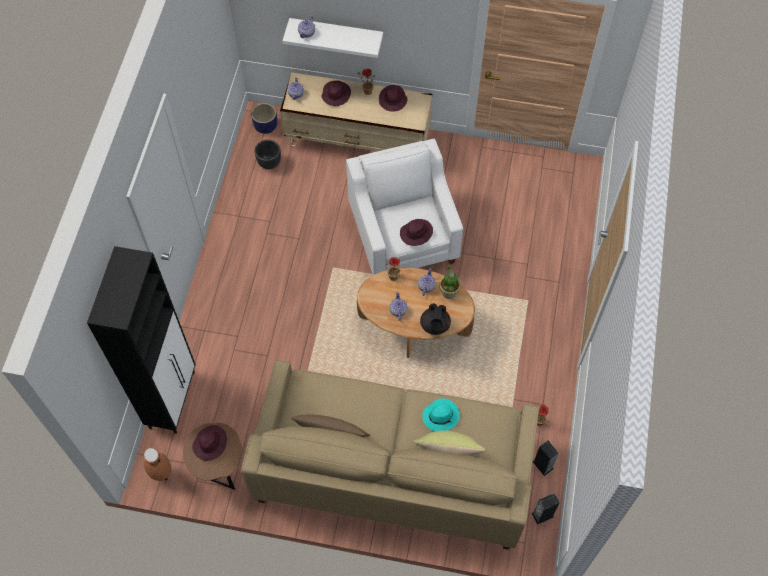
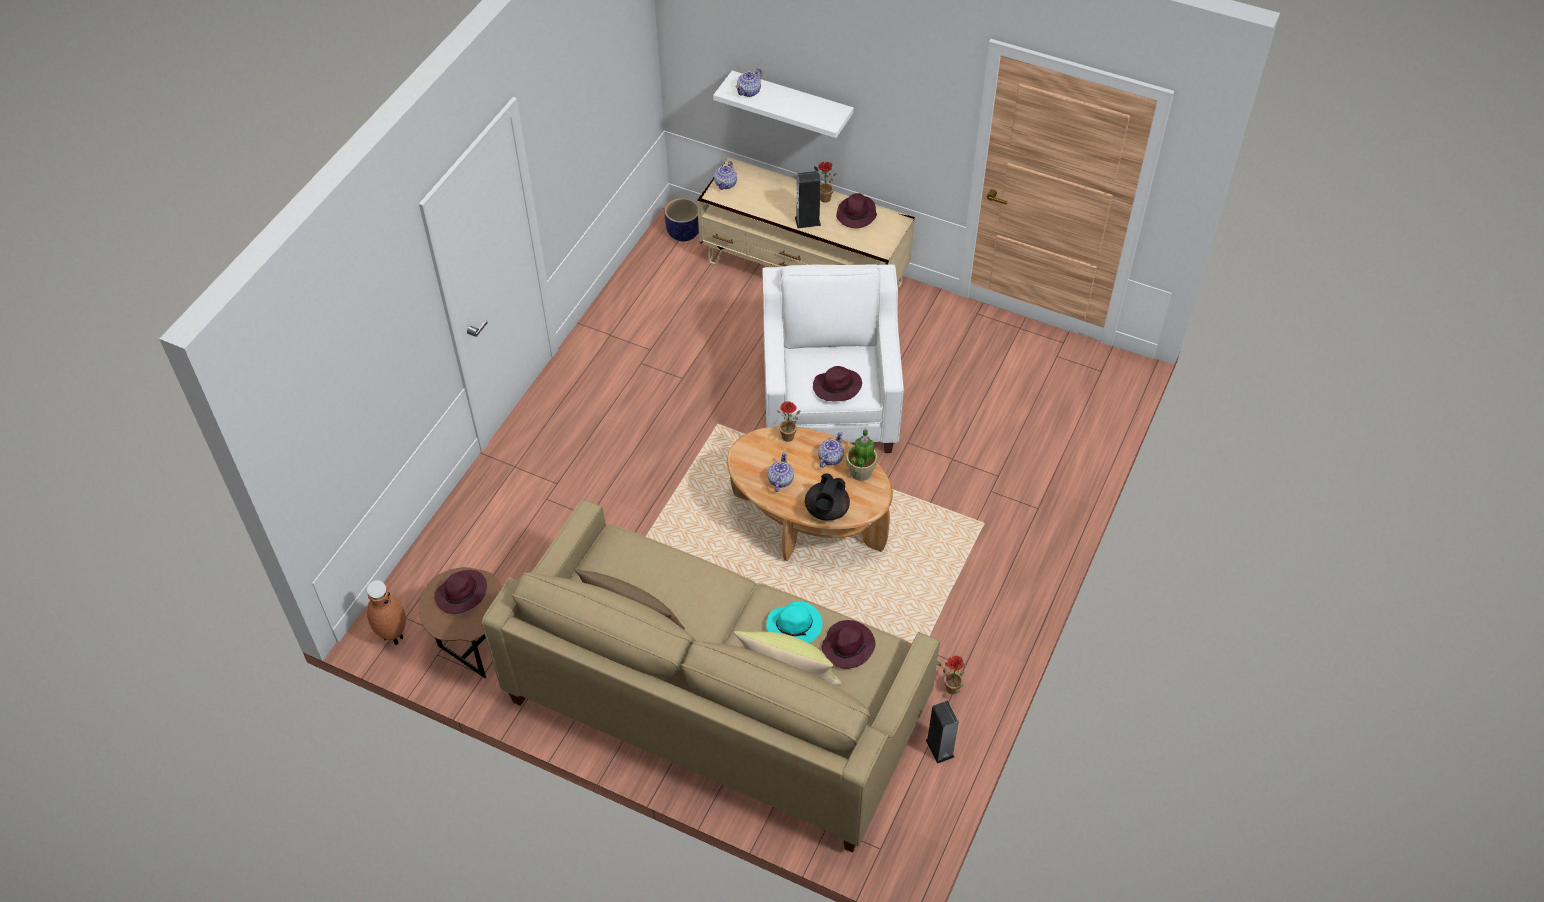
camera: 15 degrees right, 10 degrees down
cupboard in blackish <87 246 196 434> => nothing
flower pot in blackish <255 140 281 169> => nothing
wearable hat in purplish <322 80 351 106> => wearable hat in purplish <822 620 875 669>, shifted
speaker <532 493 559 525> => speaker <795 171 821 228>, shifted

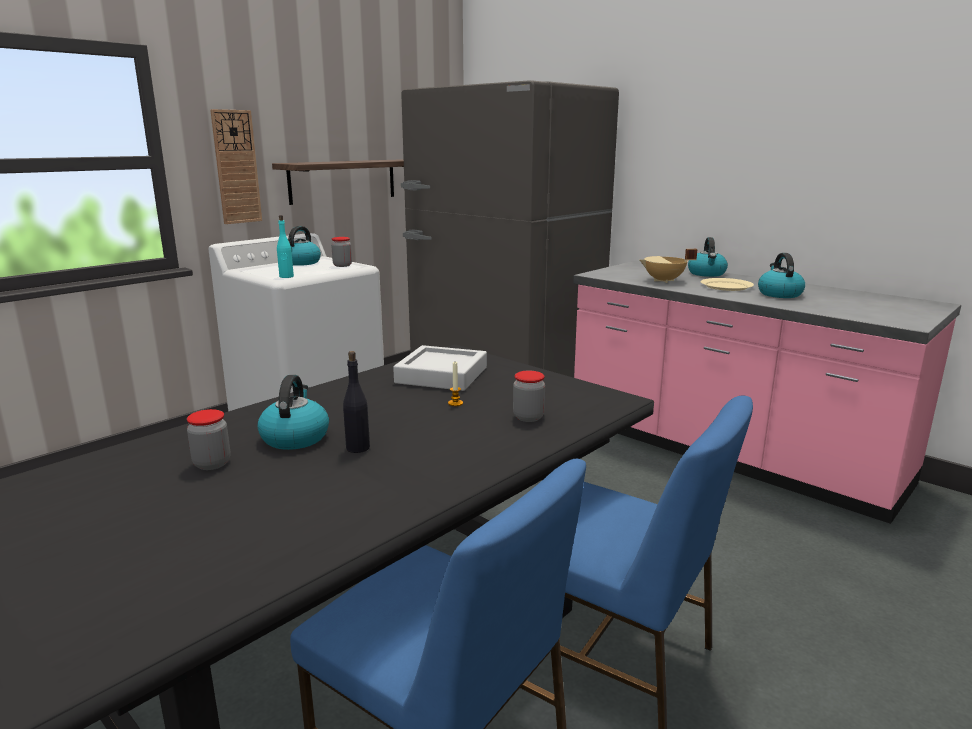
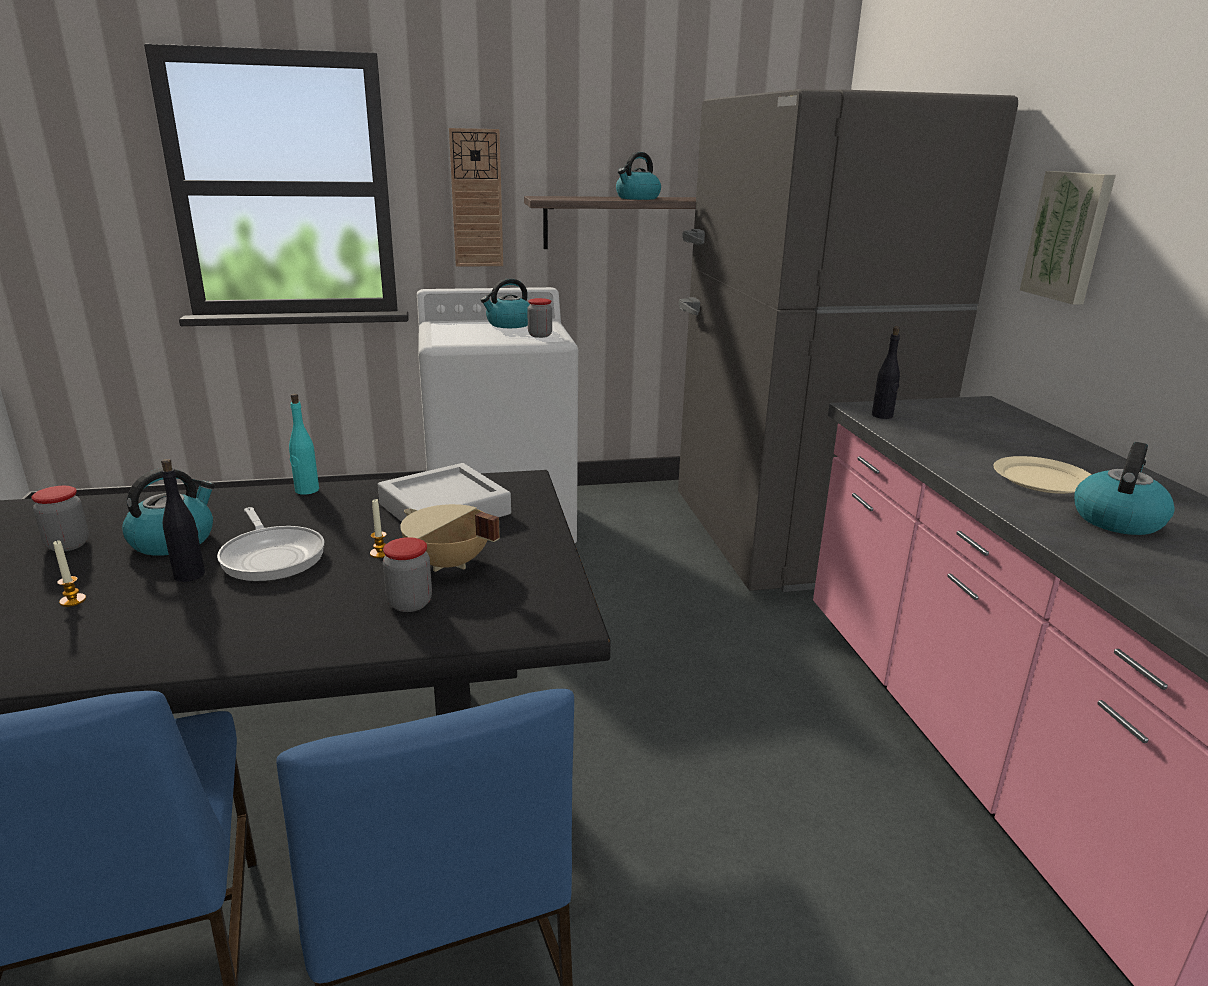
camera: 35 degrees right, 5 degrees up
beverage bottle in turquoise <277 215 294 278> => beverage bottle in turquoise <289 394 319 495>, shifted
stockpot in beige-coloured <639 249 698 283> => stockpot in beige-coloured <400 504 500 572>, shifted
water kettle <688 237 728 277> => water kettle <616 152 661 200>, shifted
nothing => candle <53 540 86 607>
nothing => skillet <217 507 324 581>
nothing => beverage bottle in blackish <872 326 900 419>
nothing => wall picture <1020 171 1116 305>

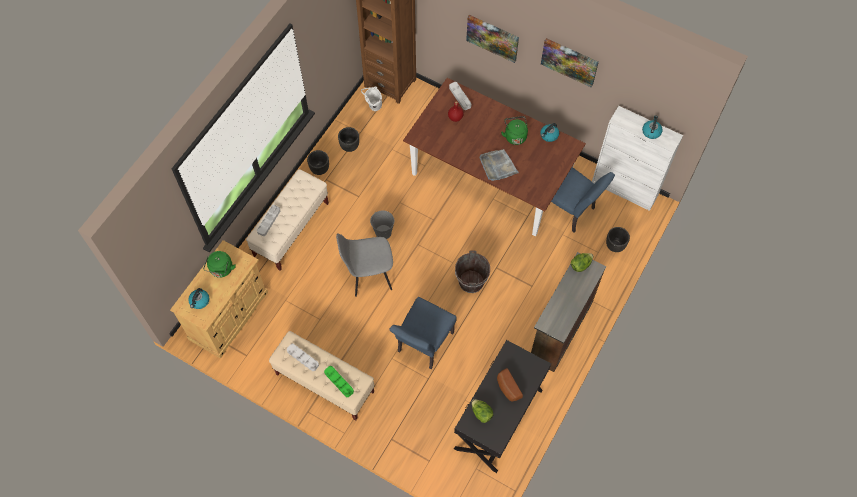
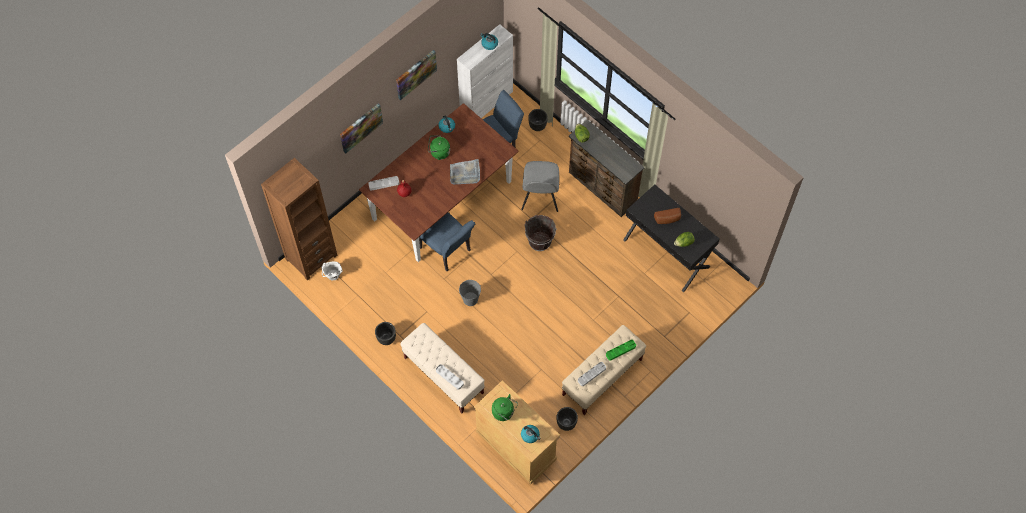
camera: 75 degrees left, 0 degrees up
chair in gray <336 233 393 297> => chair in gray <521 161 559 212>, shifted
flower pot in blackish <338 127 359 152> => flower pot in blackish <557 407 578 431>, shifted
chair in blue-coloured <389 297 456 369> => chair in blue-coloured <419 212 476 271>, shifted

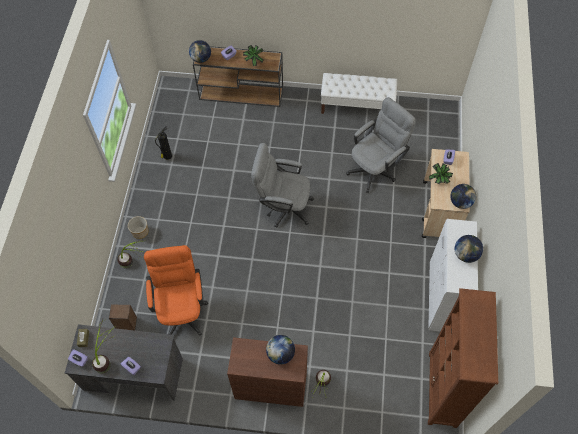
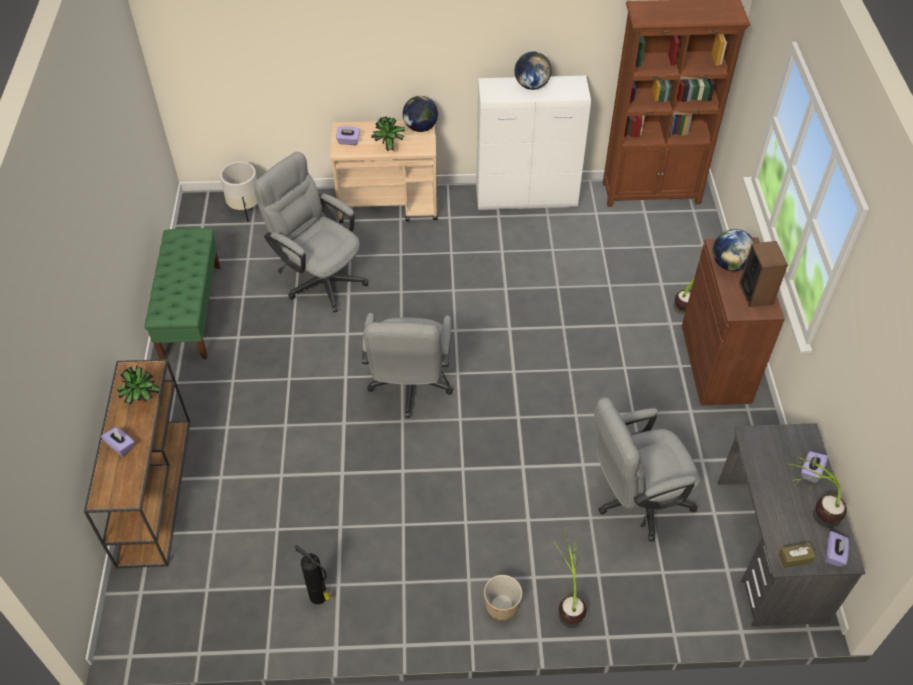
camera: 100 degrees left, 10 degrees down
speaker <109 305 137 331> => speaker <739 241 788 307>, shifted
computer chair in orange-coloured <144 245 208 336> => computer chair in gray <594 397 700 541>
desk globe <189 40 211 63> => nothing
bench in white-coloured <321 73 397 114> => bench in greenish <145 228 221 360>
nothing => flower pot in white-coloured <220 162 258 222>

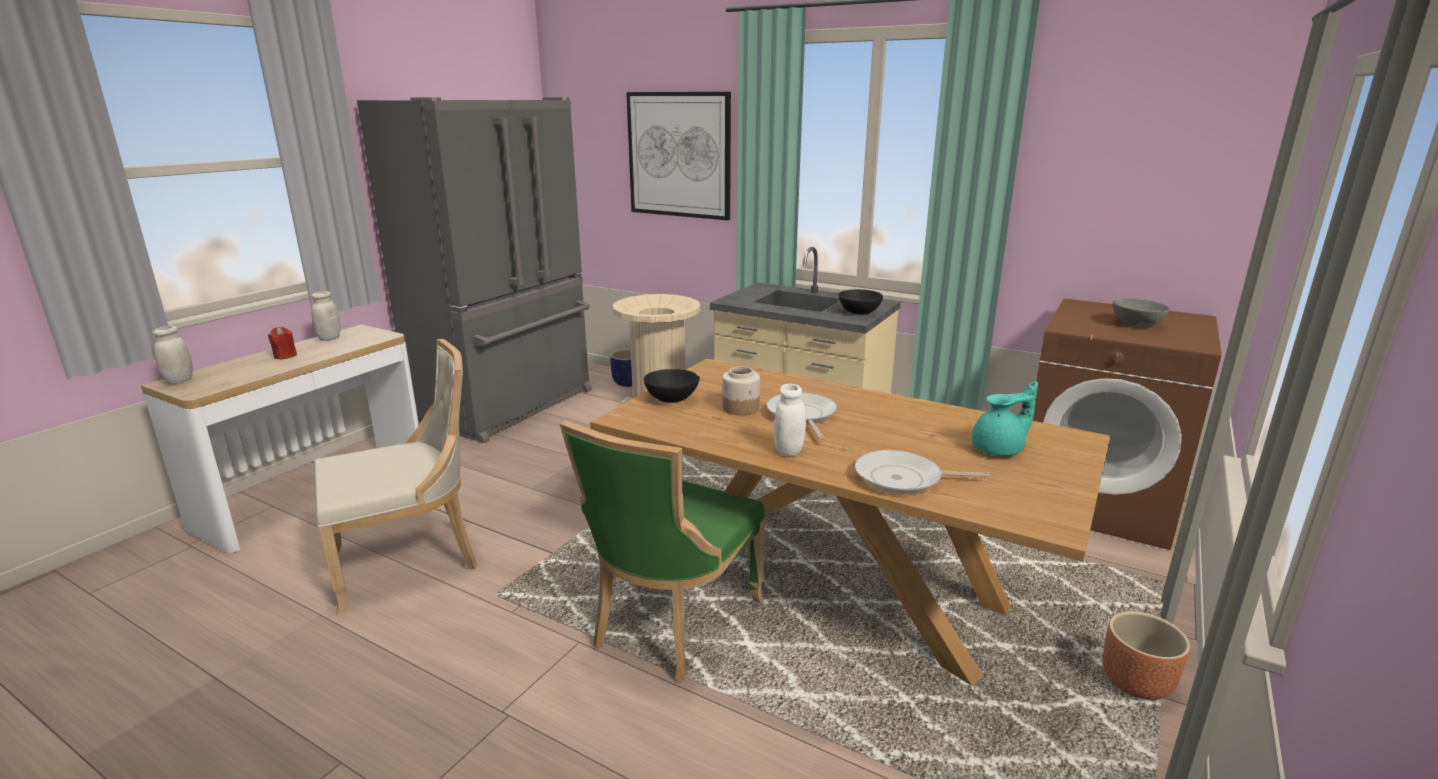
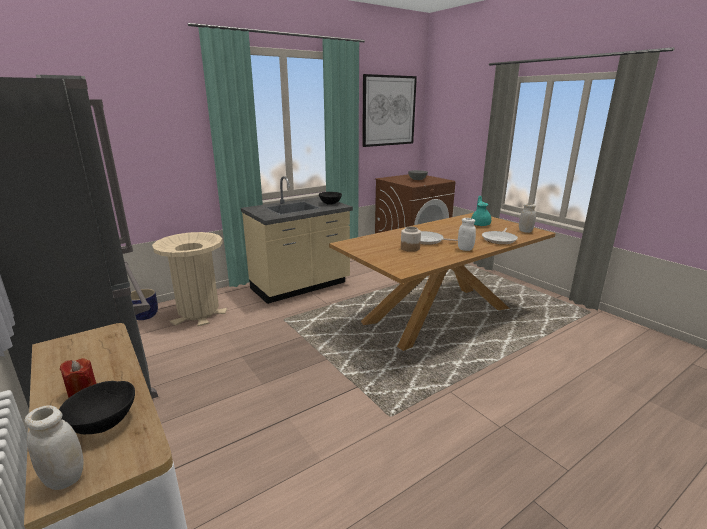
camera: 65 degrees left, 0 degrees up
preserve jar in white-coloured <311 291 341 341> => preserve jar in white-coloured <519 203 536 233>, shifted
chair in beige-coloured <314 339 478 614> => nothing
chair in greenish <560 420 765 682> => nothing
wall picture <626 92 731 220> => wall picture <362 74 417 147>, shifted
serving bowl in blackish <644 369 700 403> => serving bowl in blackish <59 381 135 434>, shifted
flower pot in brownish <1103 611 1190 700> => nothing

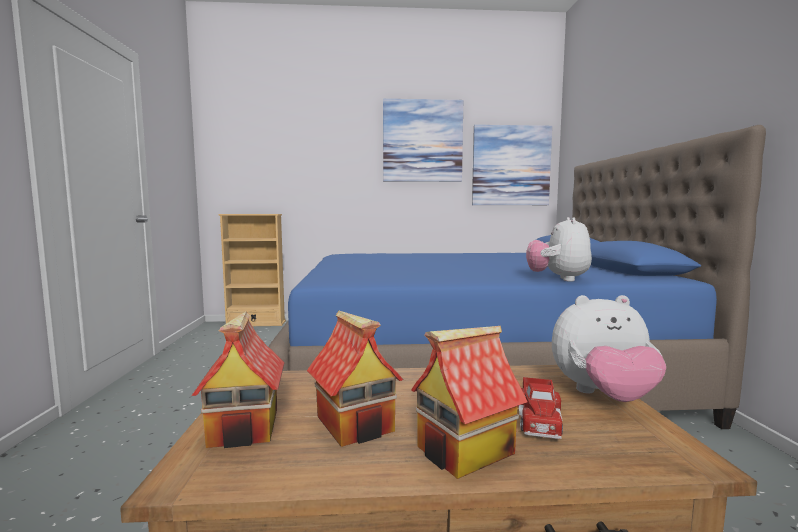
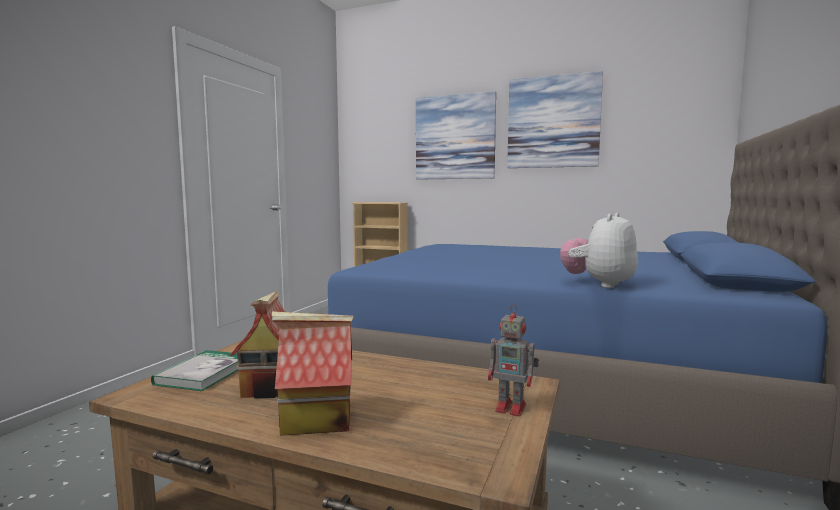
camera: 25 degrees right, 0 degrees up
model house <191 311 284 448> => book <151 350 238 391>
wall picture <472 125 552 205> => wall picture <416 91 496 180>, shifted
model truck <517 377 563 439> => nothing
soft toy <552 295 666 402> => model robot <488 304 539 417>

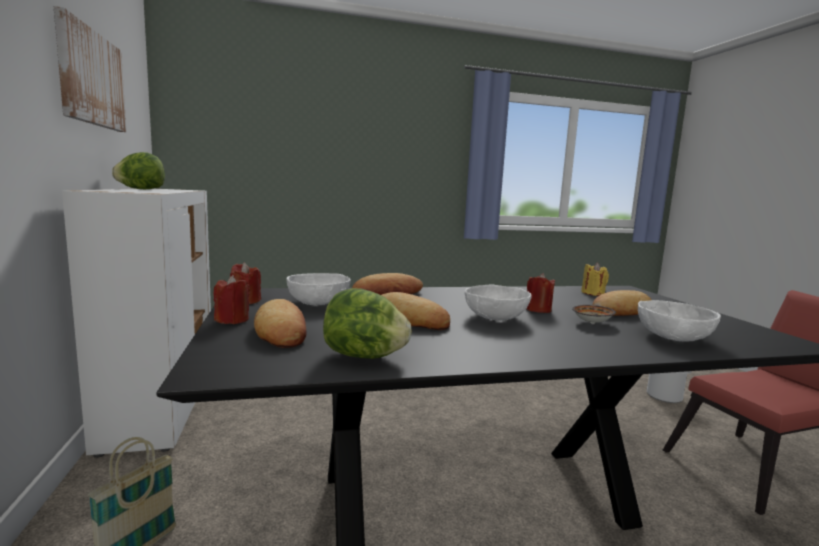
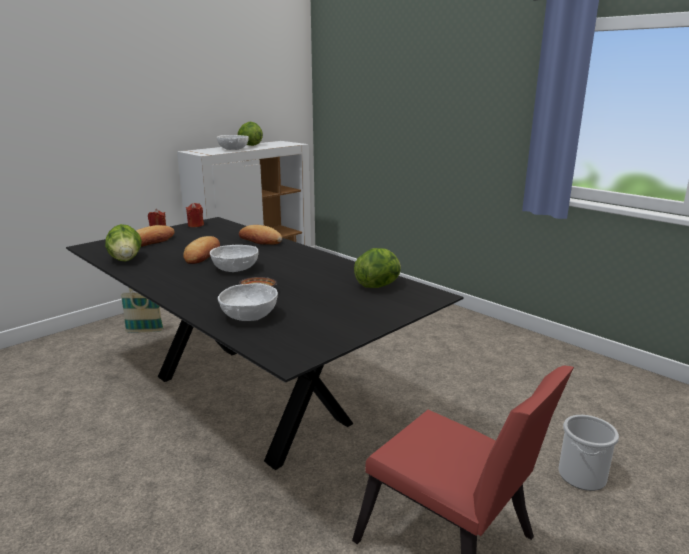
camera: 60 degrees right, 10 degrees up
wall picture <54 6 126 132> => nothing
serving bowl in white-coloured <286 273 351 305> => serving bowl in white-coloured <217 135 249 150>, shifted
candle in red <526 273 555 313> => nothing
candle in yellowish <581 263 609 296> => lettuce <354 248 401 288>
baked bread <593 290 652 316> => nothing

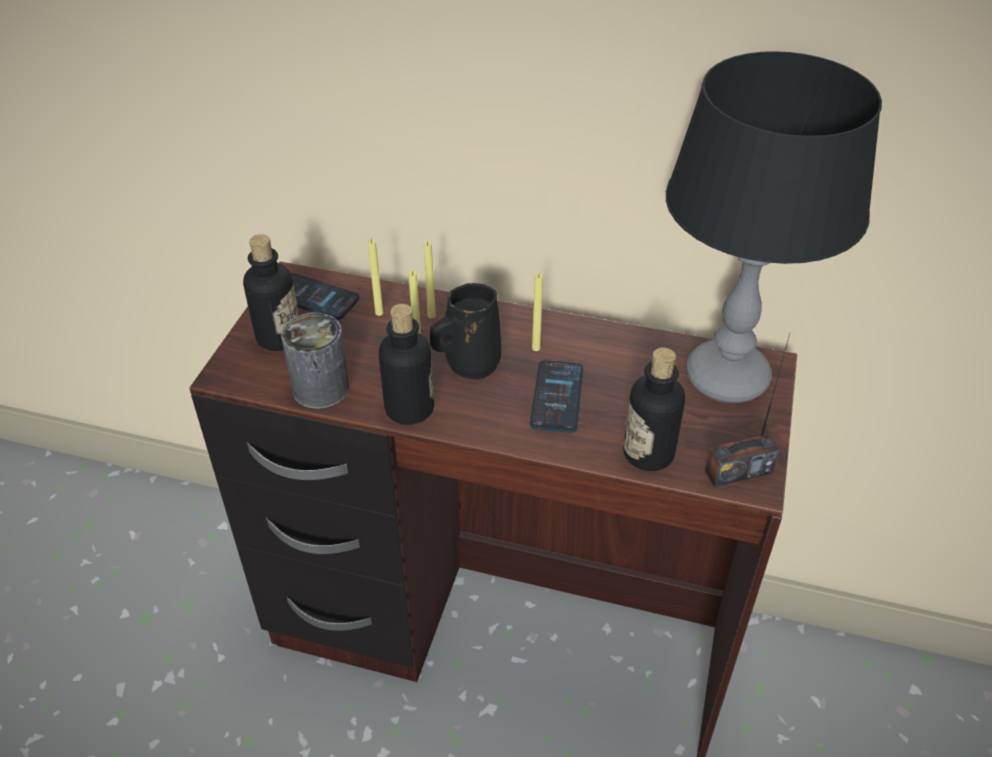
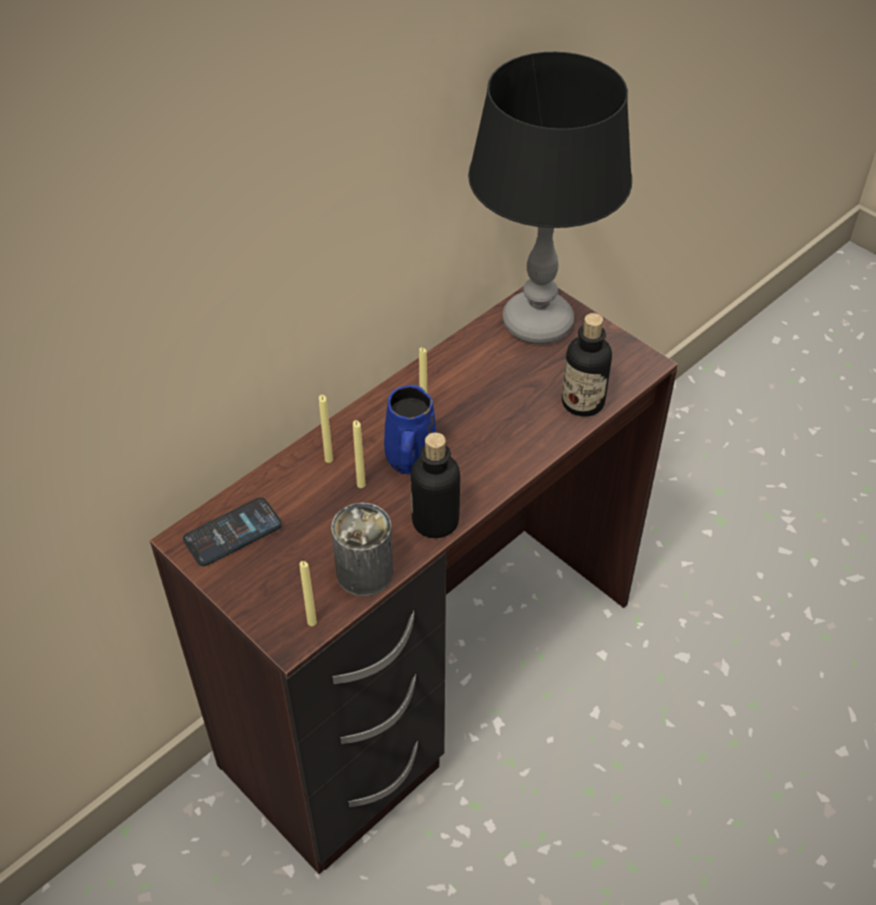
camera: 60 degrees left, 5 degrees up
beverage bottle <243 234 299 351> => nothing
candle in yellowish <368 238 383 316> => candle in yellowish <299 561 317 626>, shifted
tea mug in blackish <430 283 501 379> => tea mug in blue-coloured <384 385 436 474>
telephone <530 361 583 433> => nothing
radio <705 334 790 487> => nothing

